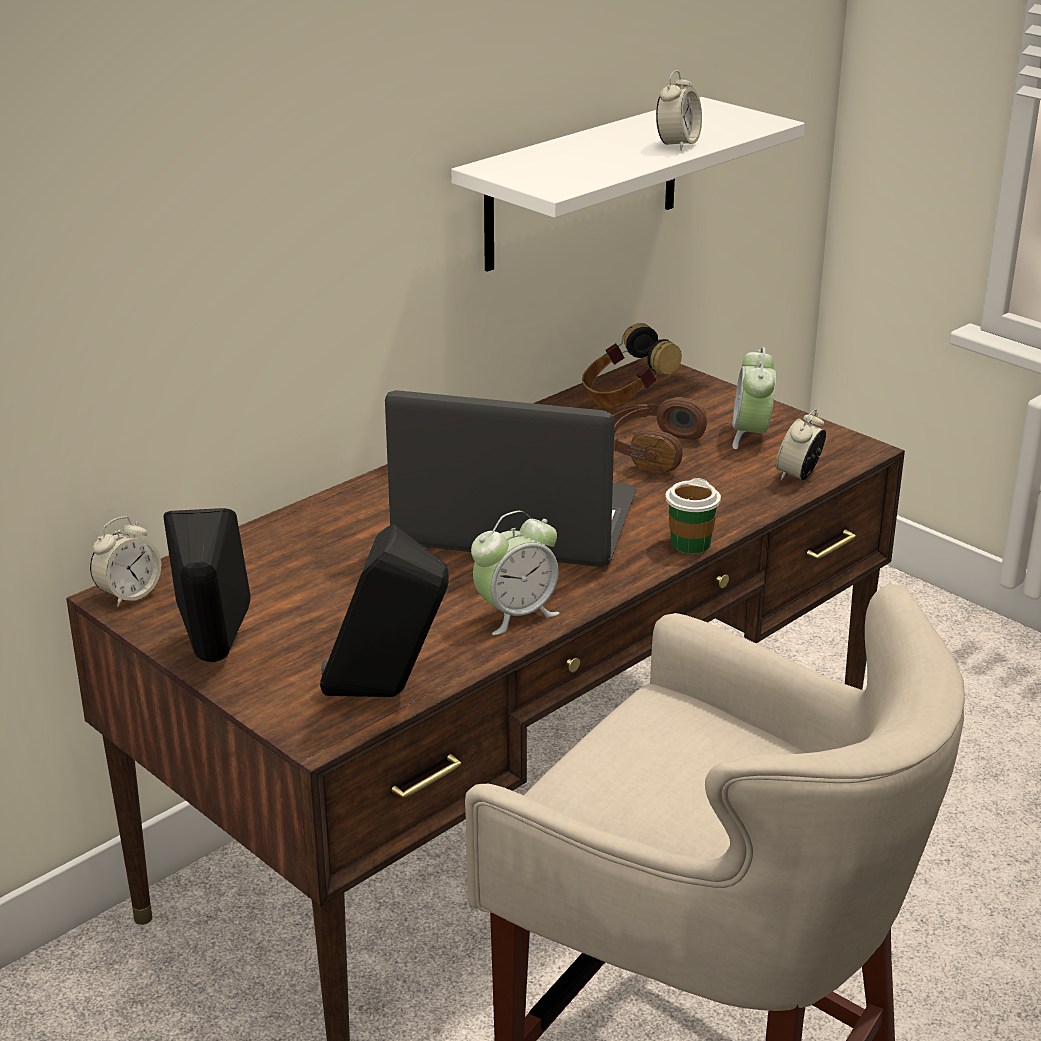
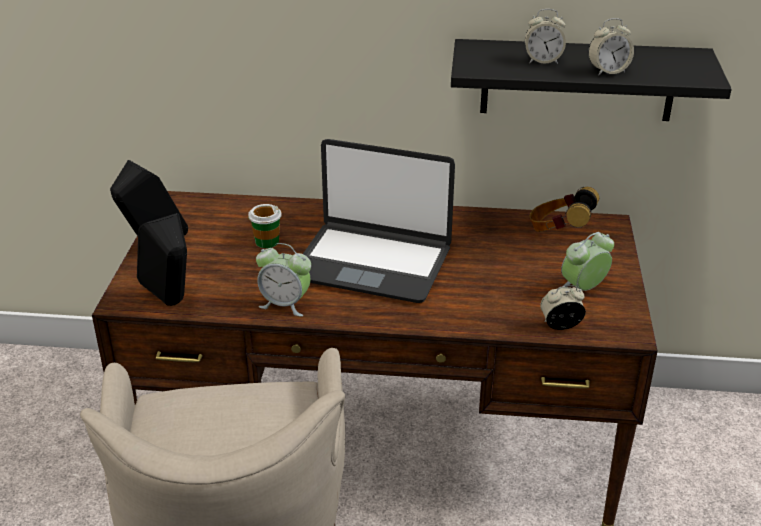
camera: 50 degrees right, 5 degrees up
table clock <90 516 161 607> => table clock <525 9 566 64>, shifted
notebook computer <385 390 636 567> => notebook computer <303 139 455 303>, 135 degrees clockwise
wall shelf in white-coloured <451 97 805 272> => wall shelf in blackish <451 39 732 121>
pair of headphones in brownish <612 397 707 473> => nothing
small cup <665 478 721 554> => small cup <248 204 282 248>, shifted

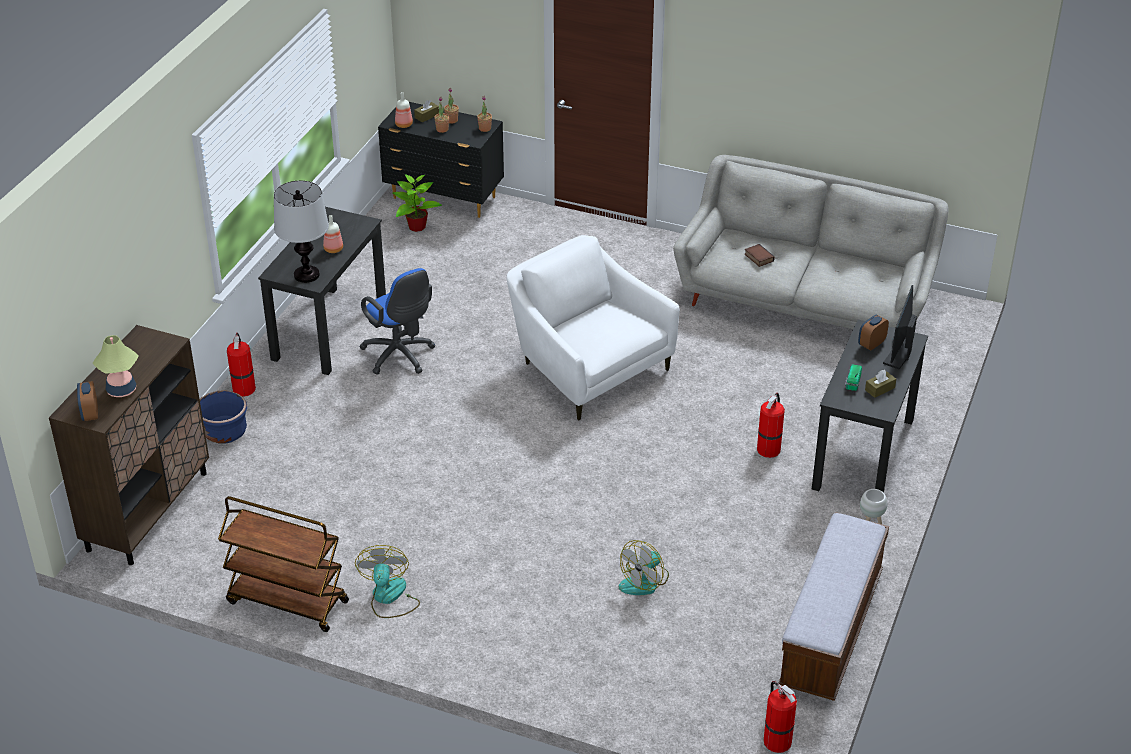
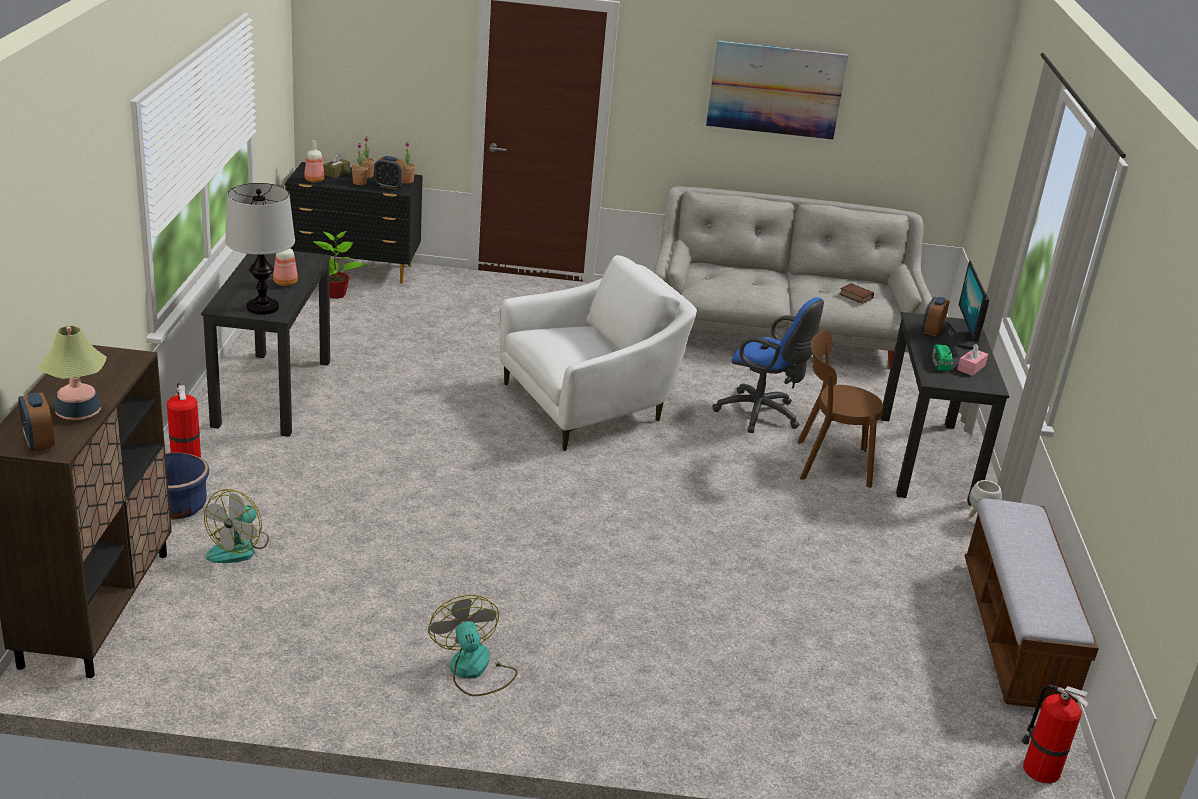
camera: 20 degrees left, 10 degrees down
trolley in brownish <218 496 349 632> => nothing
computer chair in blue-coloured <360 268 435 375> => computer chair in blue-coloured <713 297 824 433>, shifted
easy chair in white-coloured <506 235 680 420> => easy chair in white-coloured <500 255 697 451>, 120 degrees clockwise
electric fan <619 540 669 595> => electric fan <204 489 269 563>, shifted
book <745 244 775 267> => book <839 283 874 304>, shifted
fire extinguisher <757 392 785 458> => chair in brownish <797 330 883 488>
tissue holder in brownish <865 370 896 398> => tissue holder in pinkish <957 344 988 376>
nothing => table clock <374 156 406 189>
nothing => wall picture <706 40 848 140>

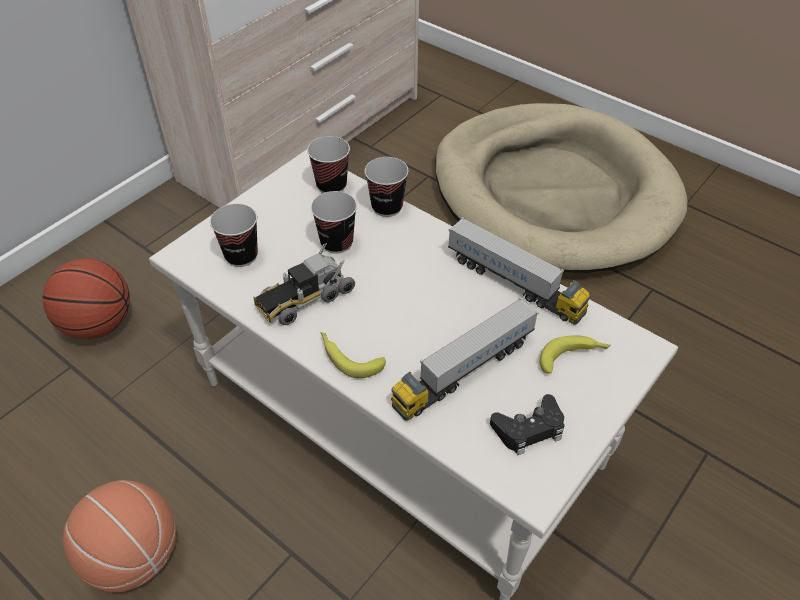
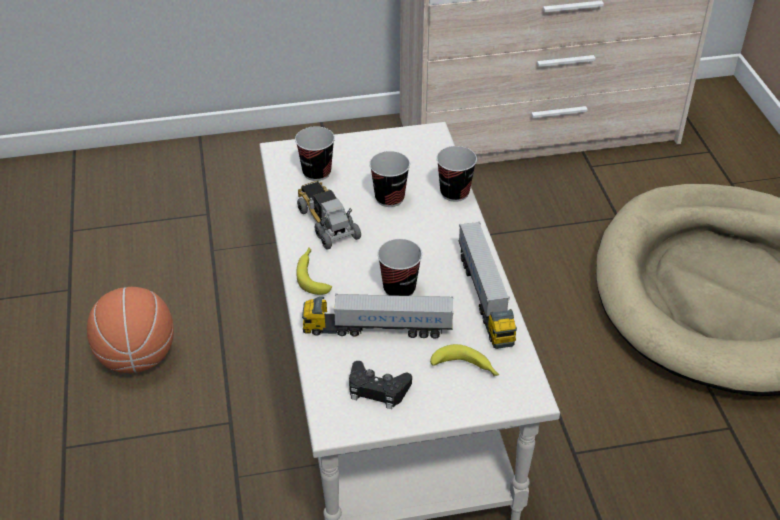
camera: 40 degrees right, 5 degrees down
basketball ball <43 258 130 339> => nothing
model truck <253 243 355 325> => model truck <297 181 361 249>, 60 degrees clockwise
small cup <307 136 350 193> => small cup <377 239 422 296>, shifted

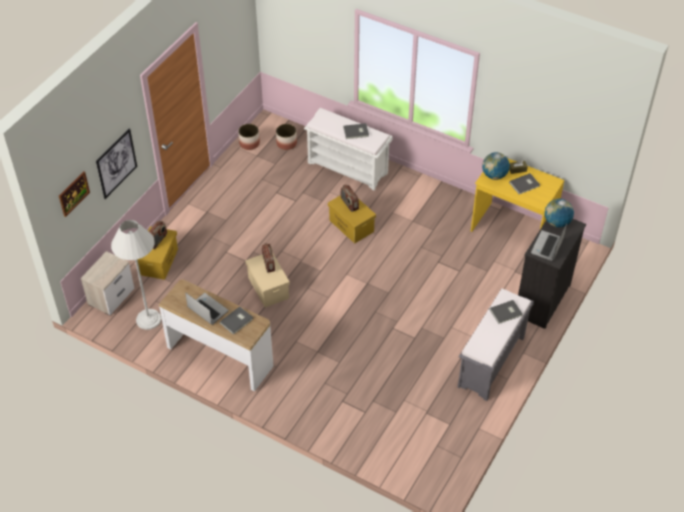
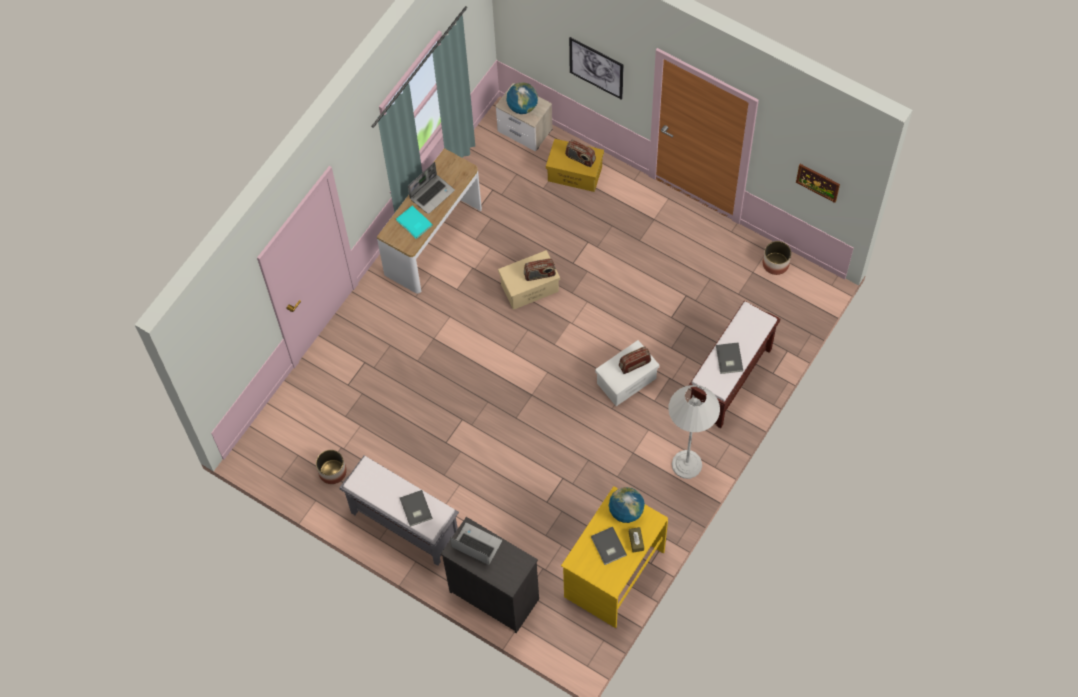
camera: 95 degrees right, 15 degrees up
wall picture <59 171 90 217> => wall picture <796 164 840 203>, shifted
floor lamp in white-coloured <111 220 161 330> => floor lamp in white-coloured <668 385 720 479>, shifted
book in gray <220 306 253 335> => book in turquoise <396 206 433 239>
flower pot <276 124 297 150> => flower pot <316 450 347 484>, shifted
bench in white-coloured <304 108 393 191> => bench in brownish <688 301 780 428>
storage container in yellowish <328 196 376 244> => storage container in white-coloured <595 340 659 406>
desk globe <545 199 574 228> => desk globe <507 82 538 114>, shifted

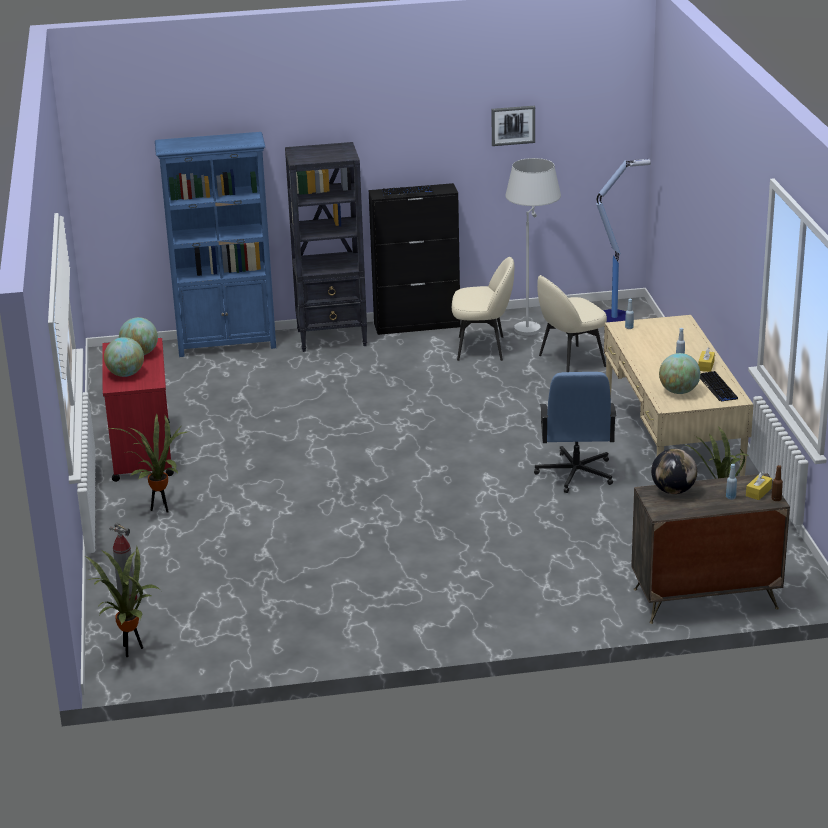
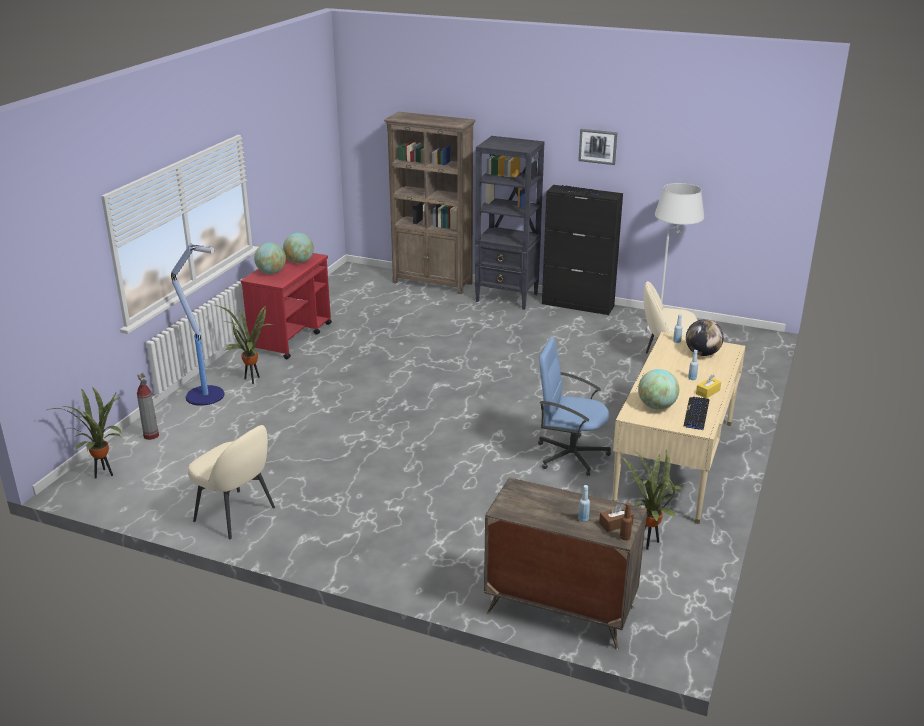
camera: 30 degrees right, 0 degrees up
bookshelf in blue-coloured <155 132 276 357> => bookshelf in brownish <384 112 476 294>
chair in beige-coloured <452 257 514 361> => chair in beige-coloured <188 425 275 539>, shifted
wall picture <491 106 535 146> => wall picture <578 129 617 165>, shifted
computer chair in blue-coloured <534 372 617 493> => computer chair in blue-coloured <538 338 611 476>, 75 degrees clockwise
floor lamp <596 159 651 322> => floor lamp <171 243 224 406>, shifted
desk globe <651 449 697 494> => desk globe <686 319 724 356>, shifted
tissue holder in yellowish <746 472 772 500> => tissue holder in brownish <599 504 634 532>

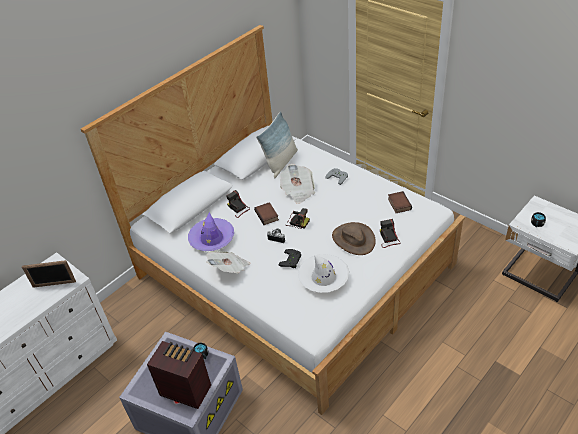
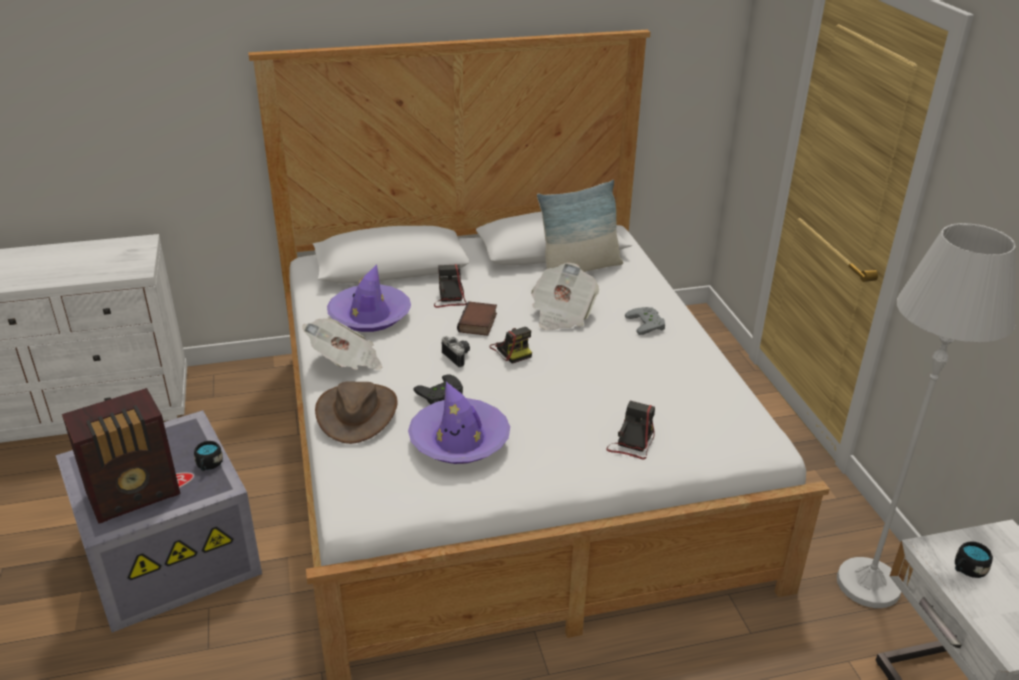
camera: 30 degrees right, 10 degrees down
standing frame <22 260 76 288> => nothing
radio <147 341 211 409> => radio <62 388 180 524>, 90 degrees clockwise
wearable hat in white-coloured <298 254 349 293> => wearable hat in purplish <408 382 510 464>
wearable hat in brownish <332 222 376 255> => wearable hat in brownish <315 381 398 444>, shifted
book <388 191 412 213> => nothing
nothing => floor lamp in white-coloured <837 223 1016 608>

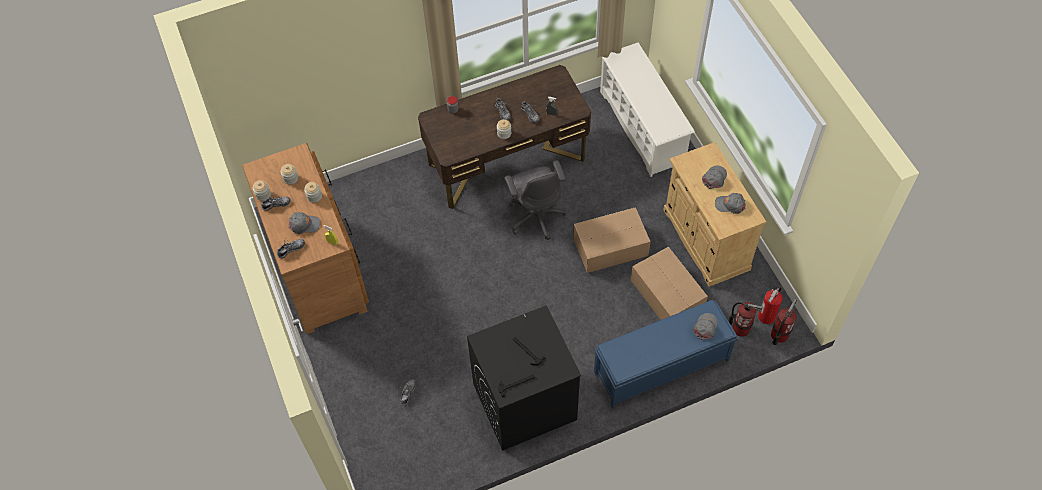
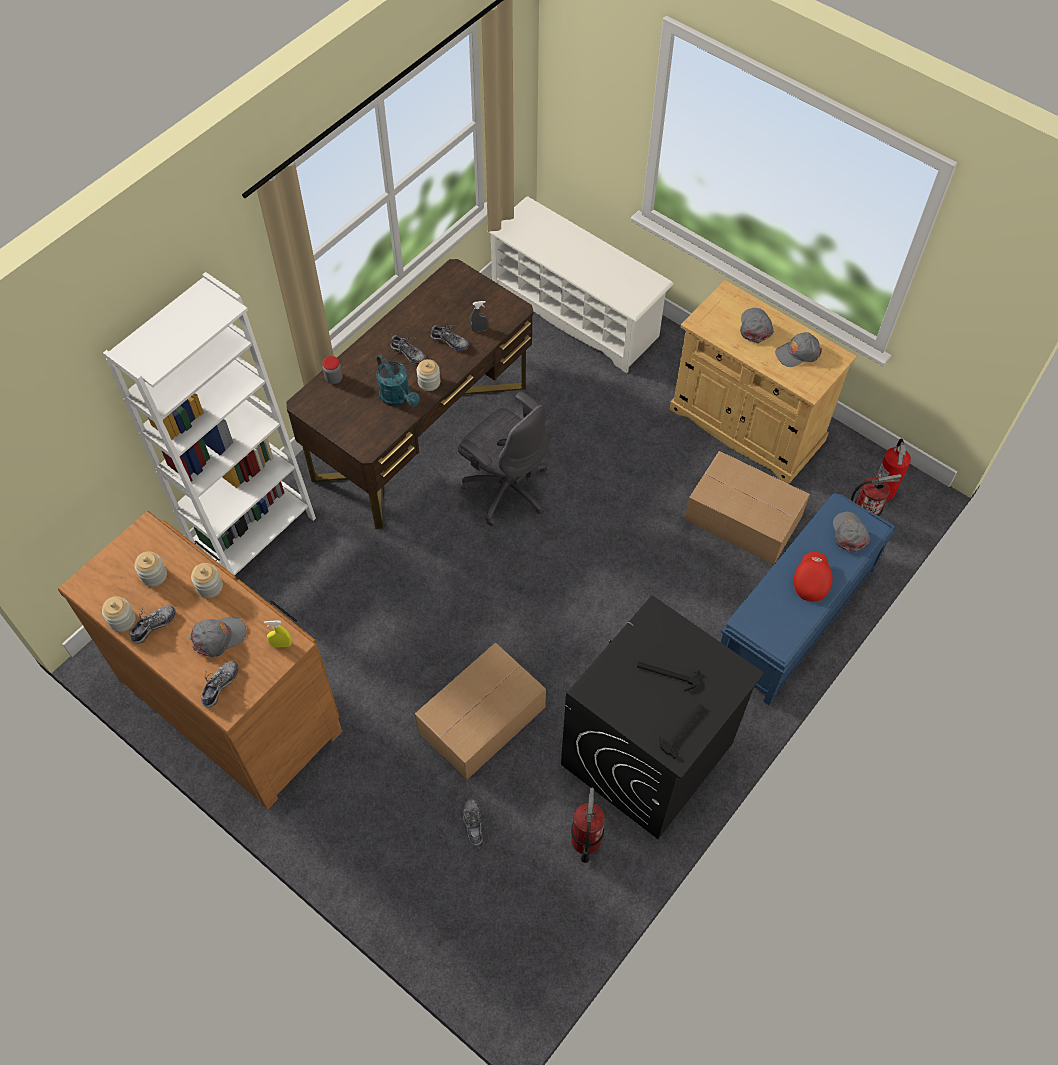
camera: 30 degrees left, 0 degrees up
carton <573 207 651 273> => carton <415 642 546 780>, shifted
fire extinguisher <771 299 797 345> => fire extinguisher <571 788 605 863>, shifted
nothing => bookshelf in white-coloured <103 272 316 576>
nothing => watering pot in turquoise <376 354 420 407>
nothing => cap in red <794 552 833 602>

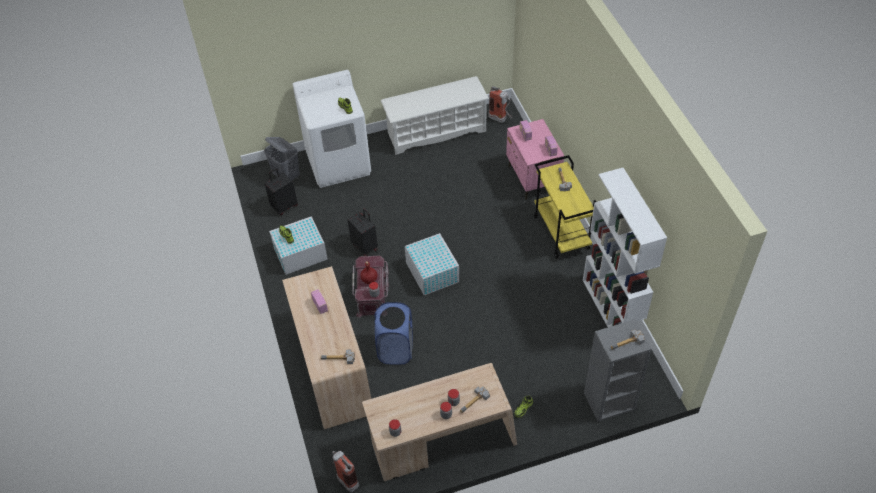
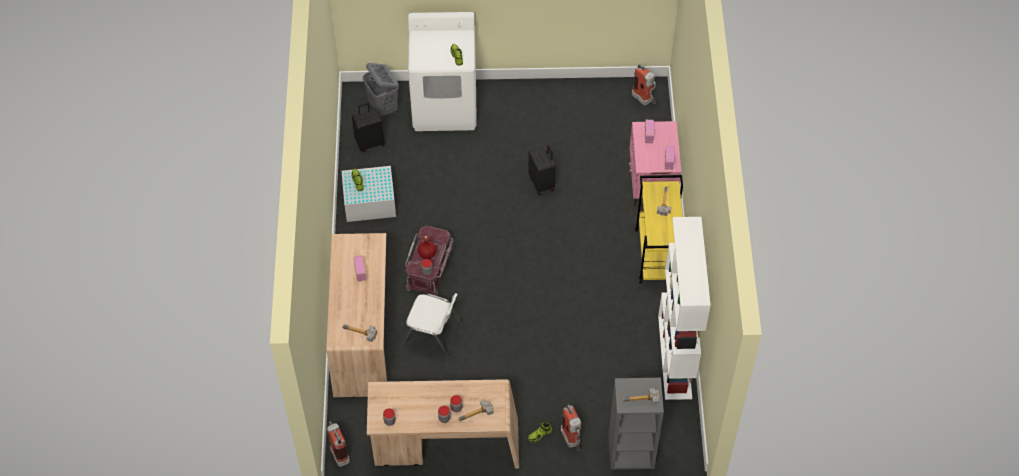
camera: 15 degrees right, 5 degrees up
piece of luggage in blackish <348 209 378 256> => piece of luggage in blackish <528 145 556 195>, shifted
hamper in blue-coloured <374 302 413 365> => chair in white-coloured <402 293 463 358>
shoe stand in white-coloured <381 76 489 155> => nothing
storage container in white-coloured <405 233 459 295> => nothing
nothing => fire extinguisher <561 405 581 451>

